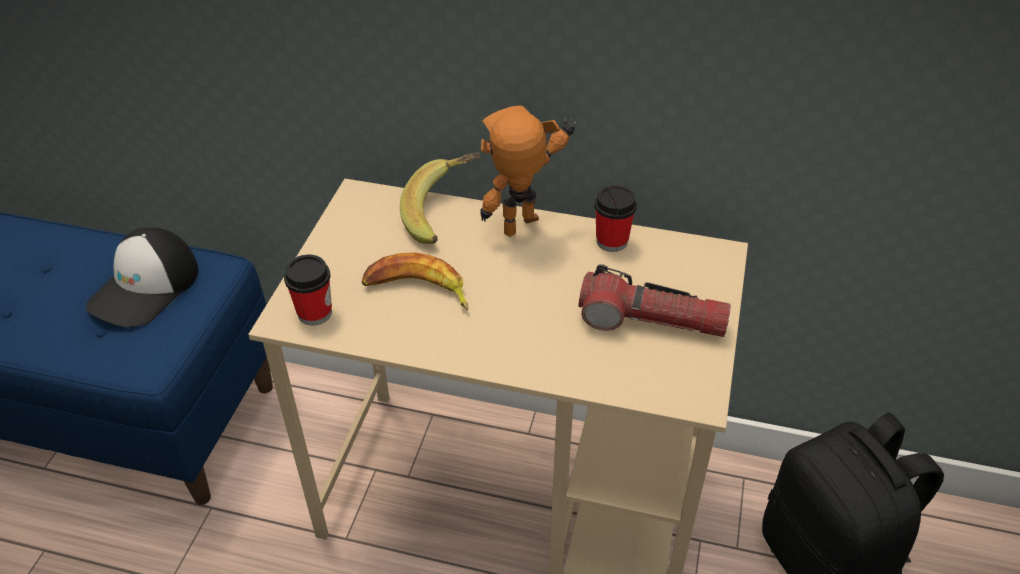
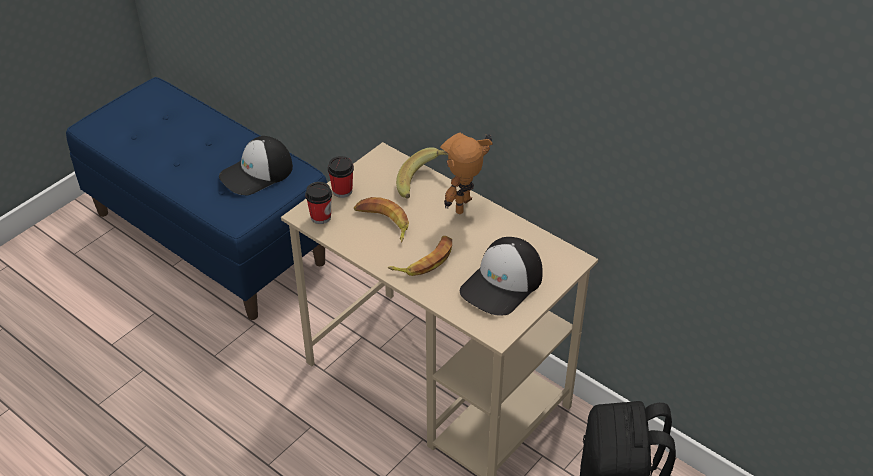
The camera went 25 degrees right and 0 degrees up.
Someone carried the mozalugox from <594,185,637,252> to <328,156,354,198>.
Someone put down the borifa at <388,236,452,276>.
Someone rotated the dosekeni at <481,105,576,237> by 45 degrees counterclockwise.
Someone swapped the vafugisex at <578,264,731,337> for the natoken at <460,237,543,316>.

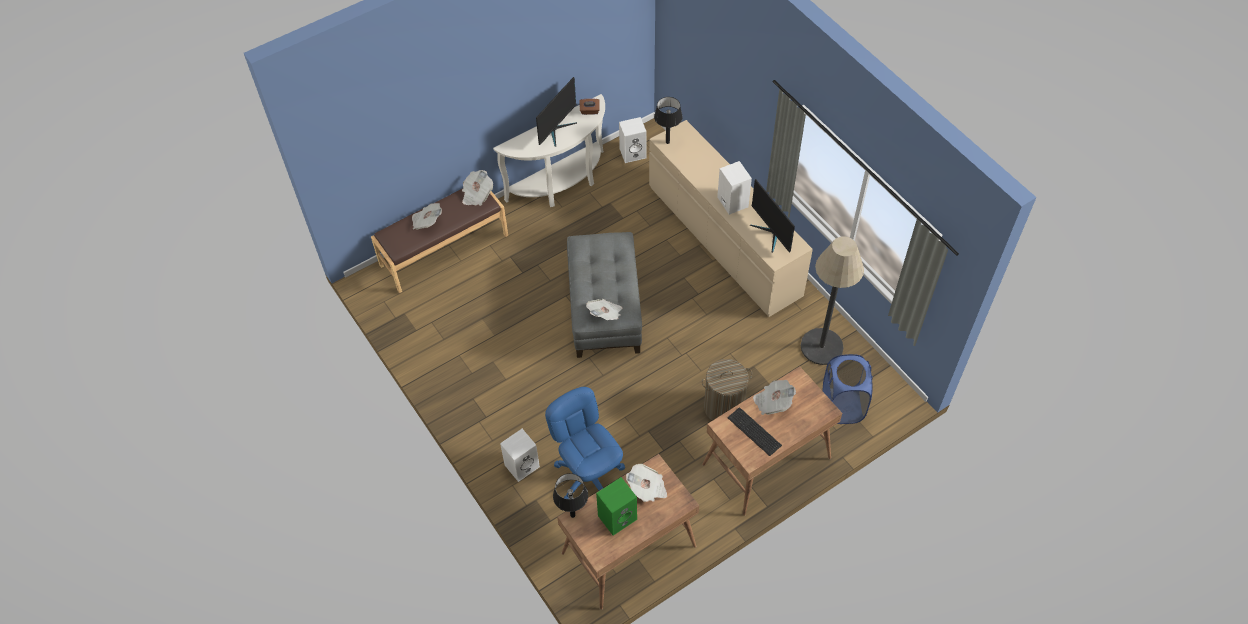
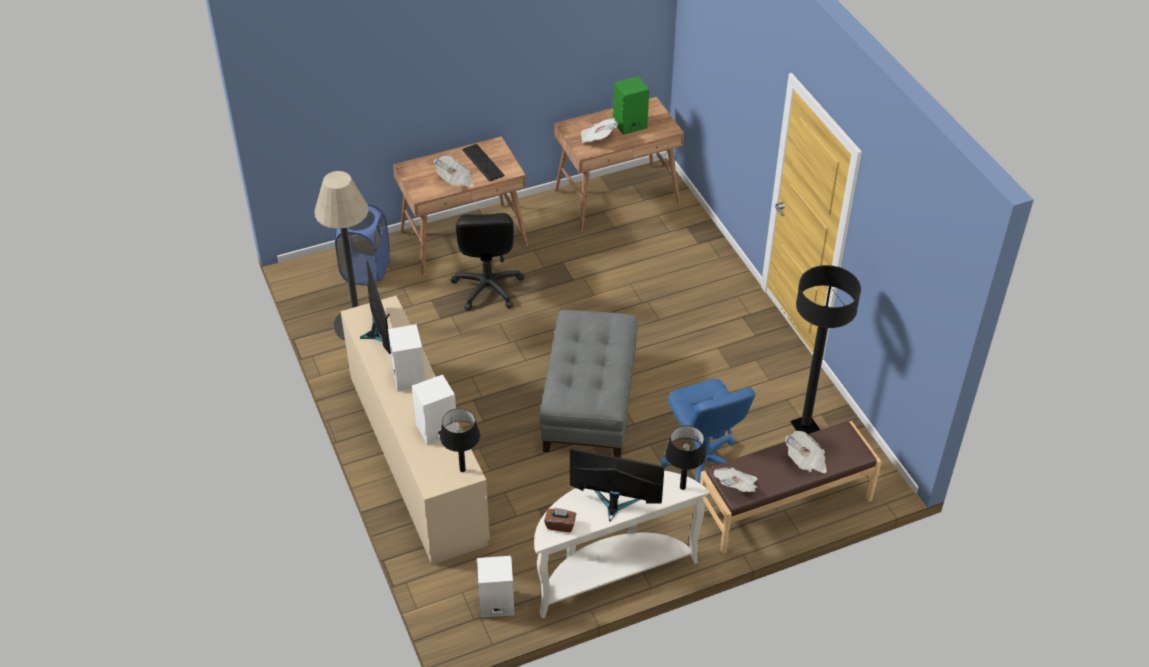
The camera went 170 degrees left and 10 degrees down.
Someone carried the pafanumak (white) from <500,429,540,482> to <412,375,457,445>.
Someone swapped the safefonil at <702,359,752,421> for the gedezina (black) at <451,213,525,310>.
Someone rotated the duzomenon at <536,77,577,147> by 60 degrees clockwise.
Someone carried the gedezina (blue) from <545,387,625,499> to <660,379,755,483>.
Someone carried the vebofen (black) from <553,473,588,518> to <665,425,706,490>.
Someone put down the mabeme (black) at <791,265,861,434>.
Someone took away the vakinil at <586,299,623,320>.

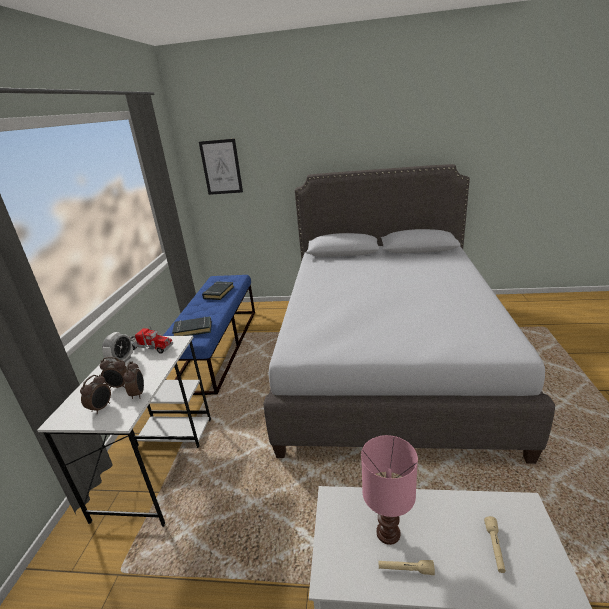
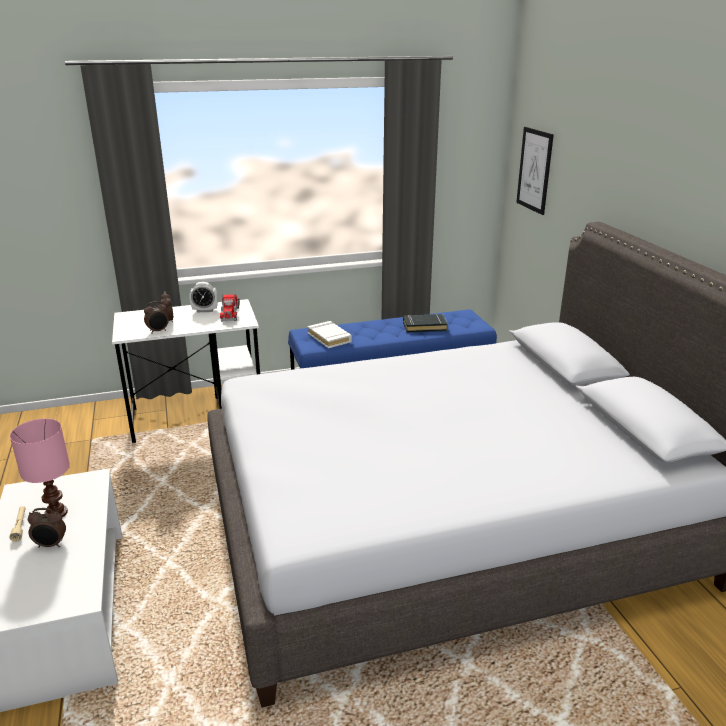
The camera went 65 degrees right and 0 degrees up.
Someone carried the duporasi from <80,374,111,414> to <28,508,66,548>.
Someone repainted the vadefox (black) at <172,316,212,336>, which became the vadefox (white) at <307,321,352,348>.
Someone took away the vafugisex (beige) at <484,516,506,573>.

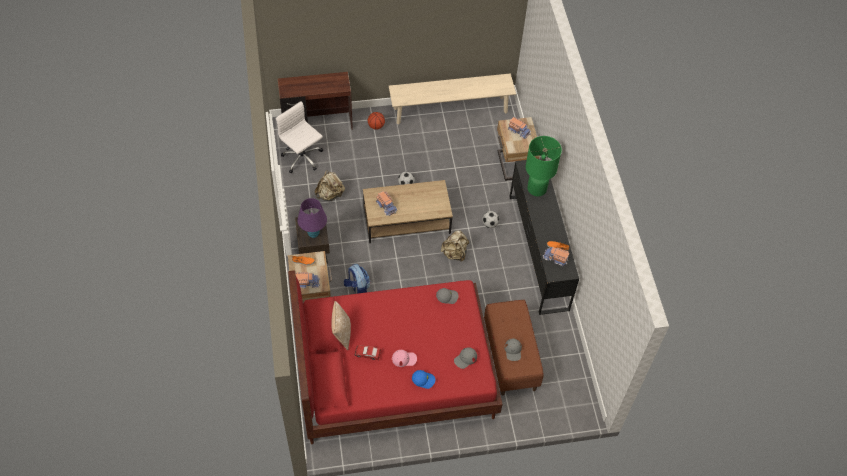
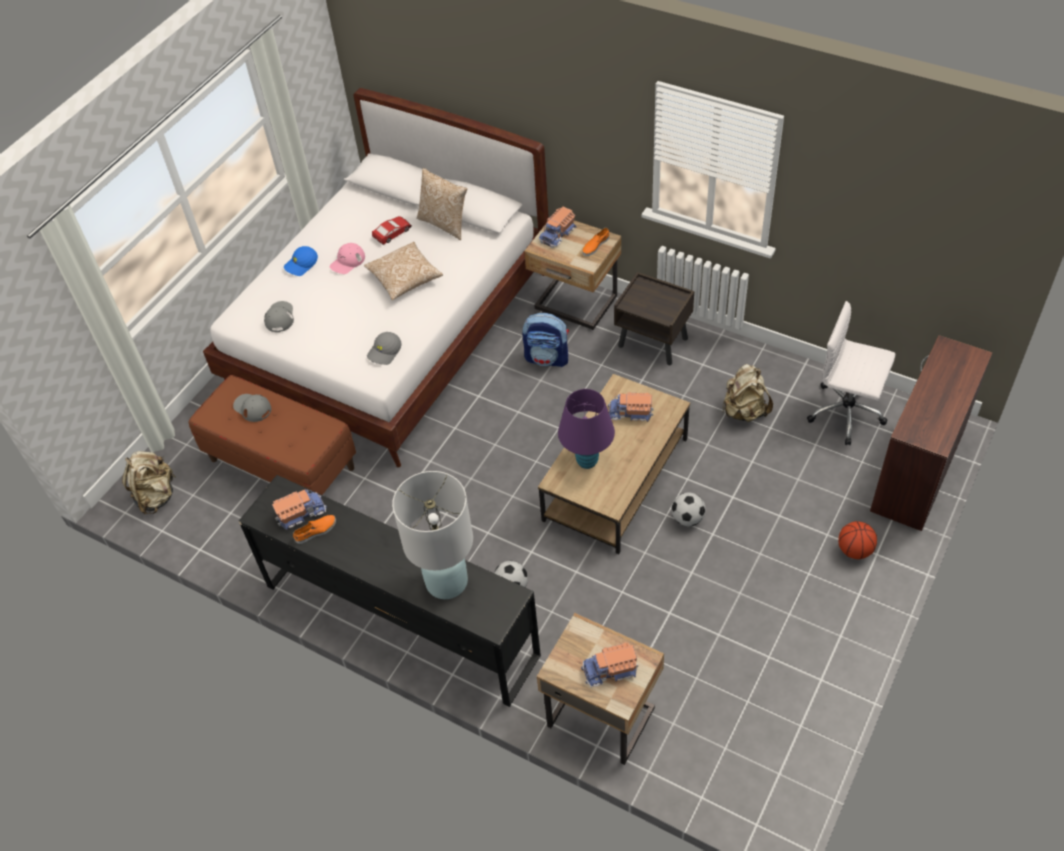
The camera went 135 degrees right and 5 degrees down.
Someone carried the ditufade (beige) from <441,230,469,262> to <122,451,176,515>.
Someone repainted the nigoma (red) at <288,270,503,444>, which became the nigoma (white) at <203,88,549,467>.
Someone put down the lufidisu at <364,242,443,300>.
Someone repainted the vebofen (green) at <526,136,562,196>, which became the vebofen (white) at <392,471,473,599>.
Someone carried the vebofen (purple) from <297,198,327,238> to <558,389,615,469>.
Someone rotated the gedezina (white) at <276,101,323,173> by 150 degrees counterclockwise.
Someone took away the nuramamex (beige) at <389,73,516,125>.

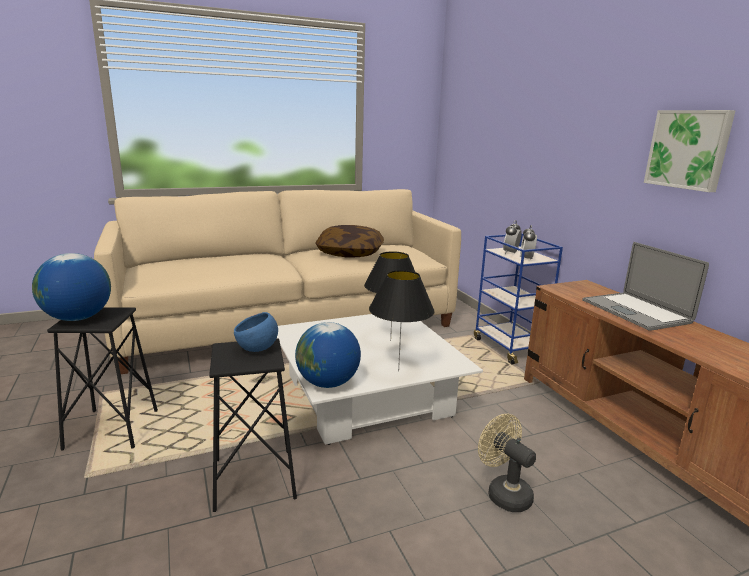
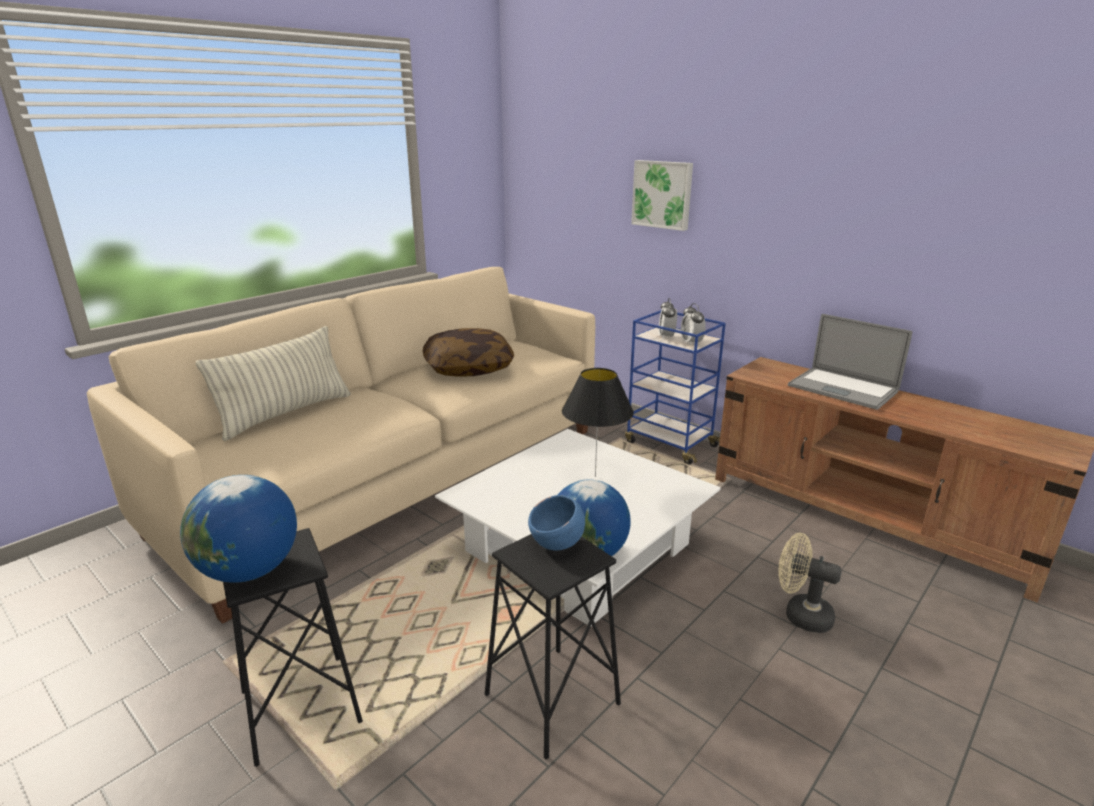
The camera went 25 degrees left and 5 degrees up.
Someone put down the lufidisu at <196,326,351,441>.
Someone carried the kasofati from <644,110,736,192> to <631,160,693,231>.
Someone took away the vebofen (black) at <369,270,435,371>.

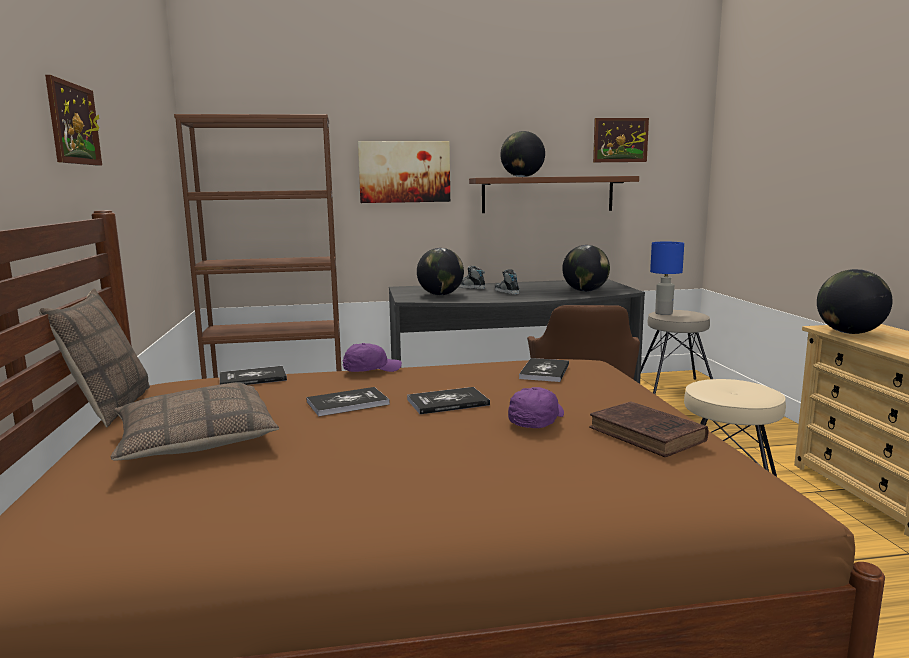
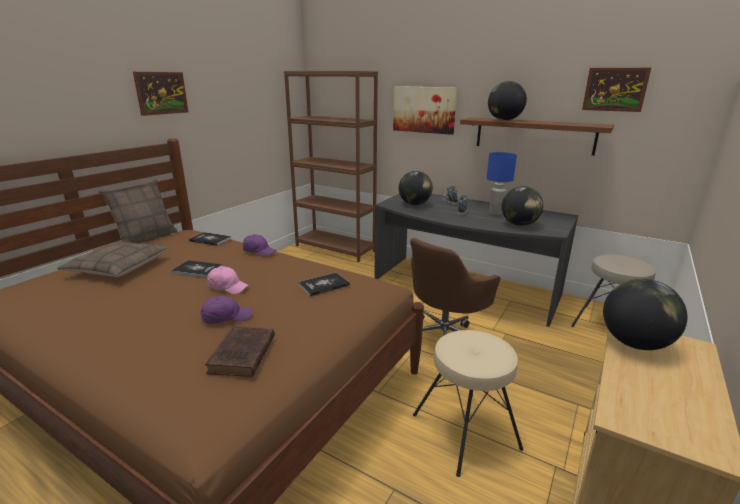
The camera went 40 degrees right and 10 degrees up.
Someone swapped the vadefox at <407,387,490,414> for the natoken (pink) at <207,266,249,294>.
Someone carried the vebofen (blue) from <650,242,684,315> to <487,152,517,215>.

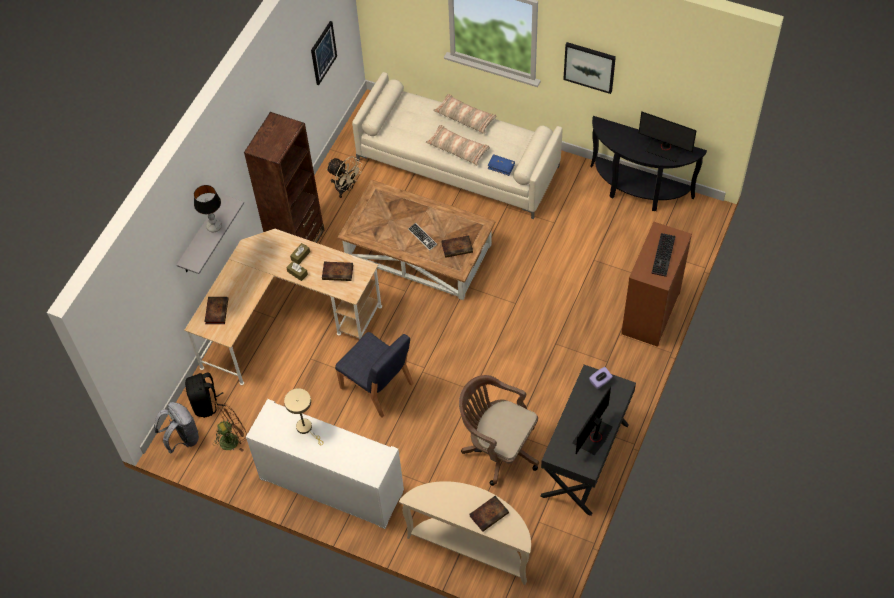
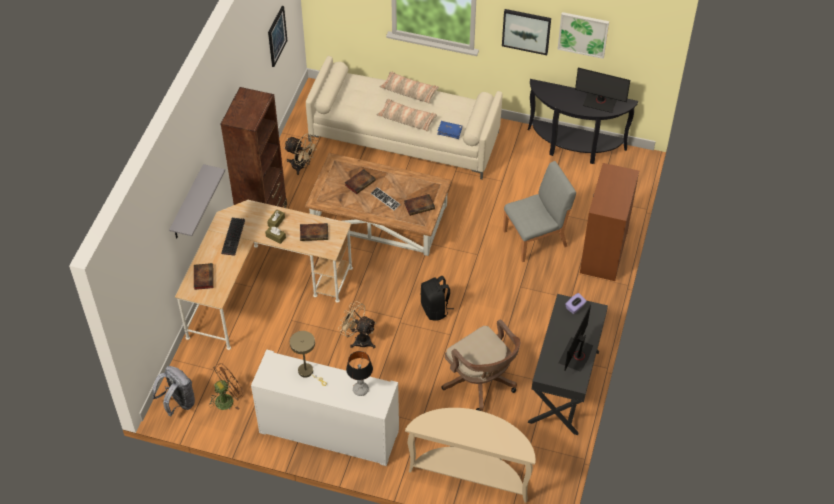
The camera went 10 degrees left and 5 degrees down.
Someone carried the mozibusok from <651,233,676,277> to <221,217,245,256>.
Someone swapped the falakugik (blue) at <335,332,414,418> for the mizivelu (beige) at <338,301,376,348>.
Someone carried the vadefox from <470,496,509,531> to <345,169,376,194>.
Someone carried the vebofen from <194,185,222,232> to <346,351,373,396>.
Someone carried the ditufade (black) from <185,372,226,418> to <420,276,454,321>.
Someone rotated the gedezina (brown) at <459,375,539,486> by 150 degrees counterclockwise.
Someone put down the falakugik (grey) at <503,161,576,262>.
Someone put up the kasofati at <557,12,609,59>.

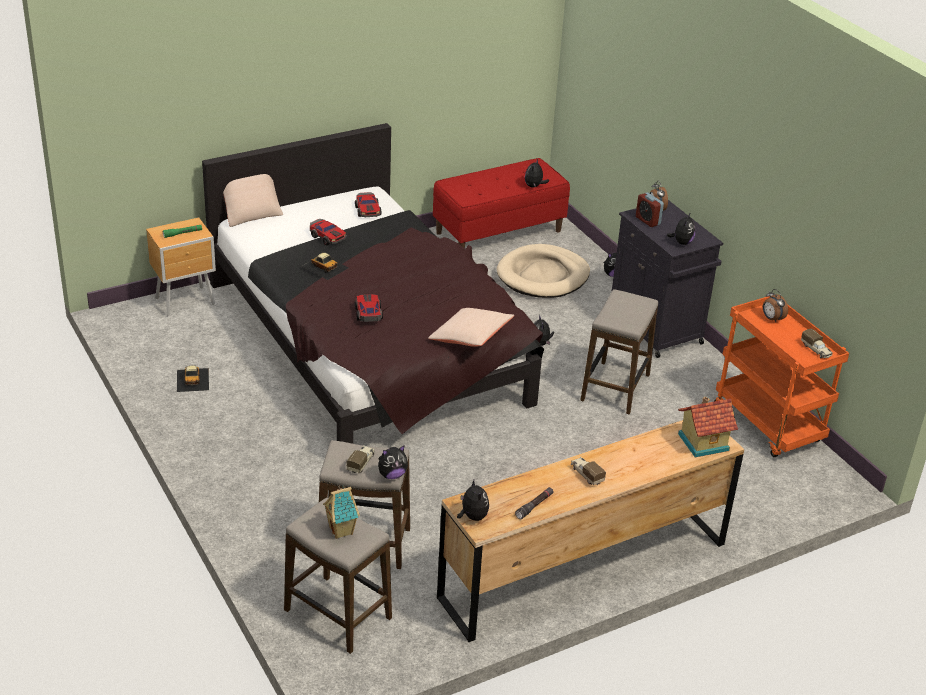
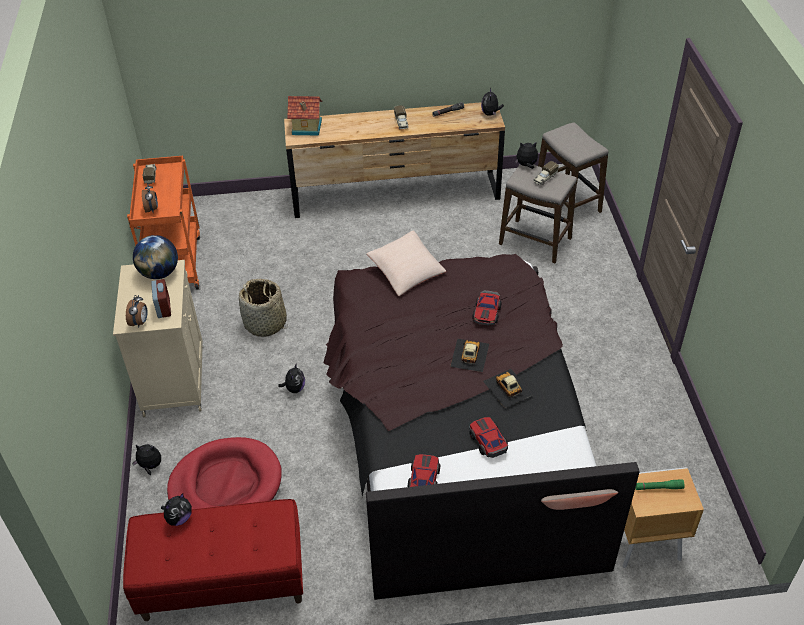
The camera went 155 degrees left and 10 degrees up.
Someone repainted the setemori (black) at <612,200,723,358>, which became the setemori (beige) at <113,260,203,417>.
Someone swapped the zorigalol at <667,212,696,245> for the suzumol at <133,235,178,279>.
Someone repainted the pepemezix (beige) at <497,244,590,298>, which became the pepemezix (red) at <167,437,281,509>.
Someone swapped the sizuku at <580,289,659,414> for the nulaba at <239,279,288,337>.
Someone carried the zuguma from <177,366,209,392> to <450,339,489,372>.
Someone took away the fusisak at <323,484,360,539>.

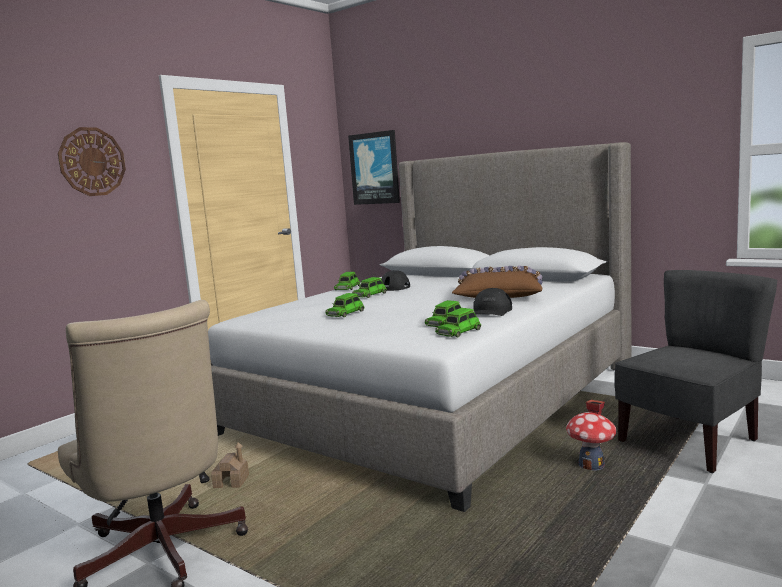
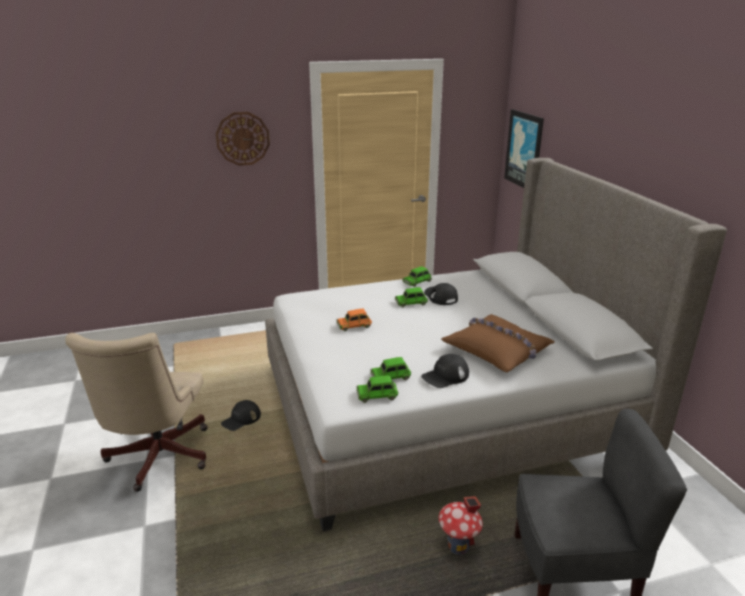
The camera went 35 degrees right and 15 degrees up.
Someone swapped the fusisak at <211,442,249,488> for the natoken (black) at <221,400,261,431>.
Someone repainted the zuguma (green) at <326,293,364,317>, which became the zuguma (orange) at <337,309,372,331>.

